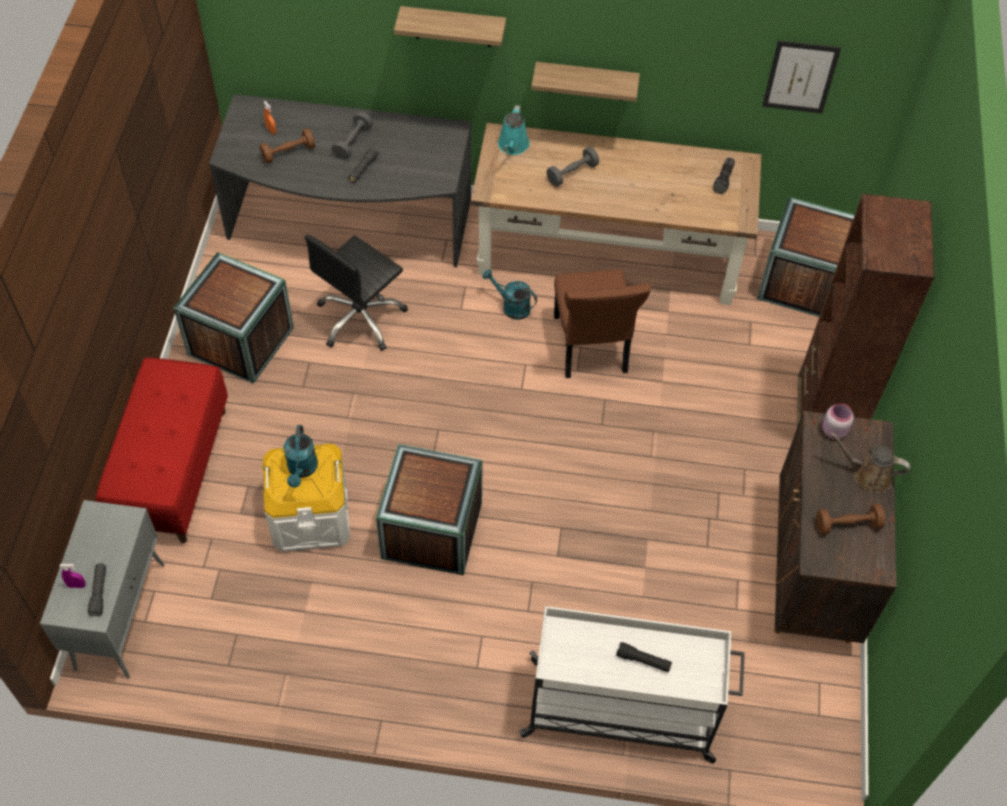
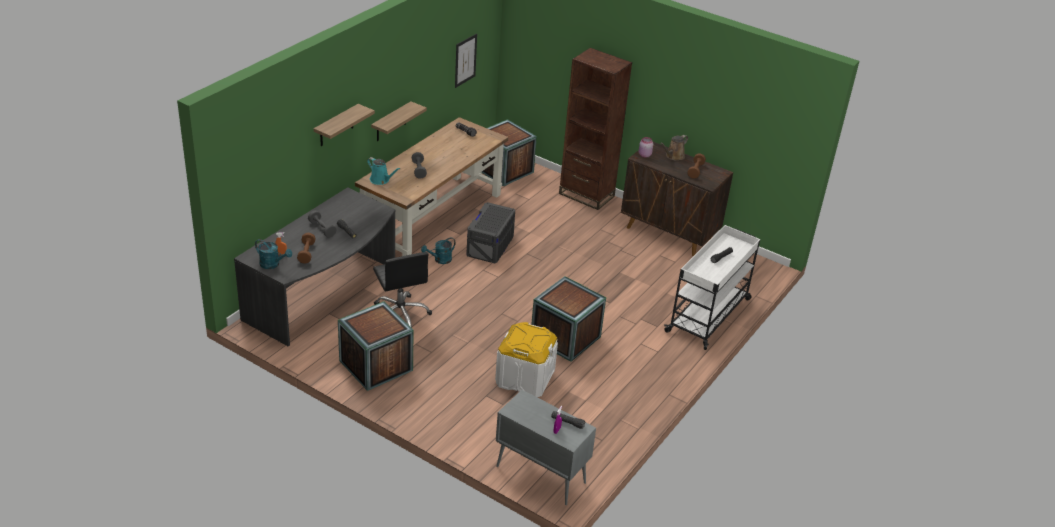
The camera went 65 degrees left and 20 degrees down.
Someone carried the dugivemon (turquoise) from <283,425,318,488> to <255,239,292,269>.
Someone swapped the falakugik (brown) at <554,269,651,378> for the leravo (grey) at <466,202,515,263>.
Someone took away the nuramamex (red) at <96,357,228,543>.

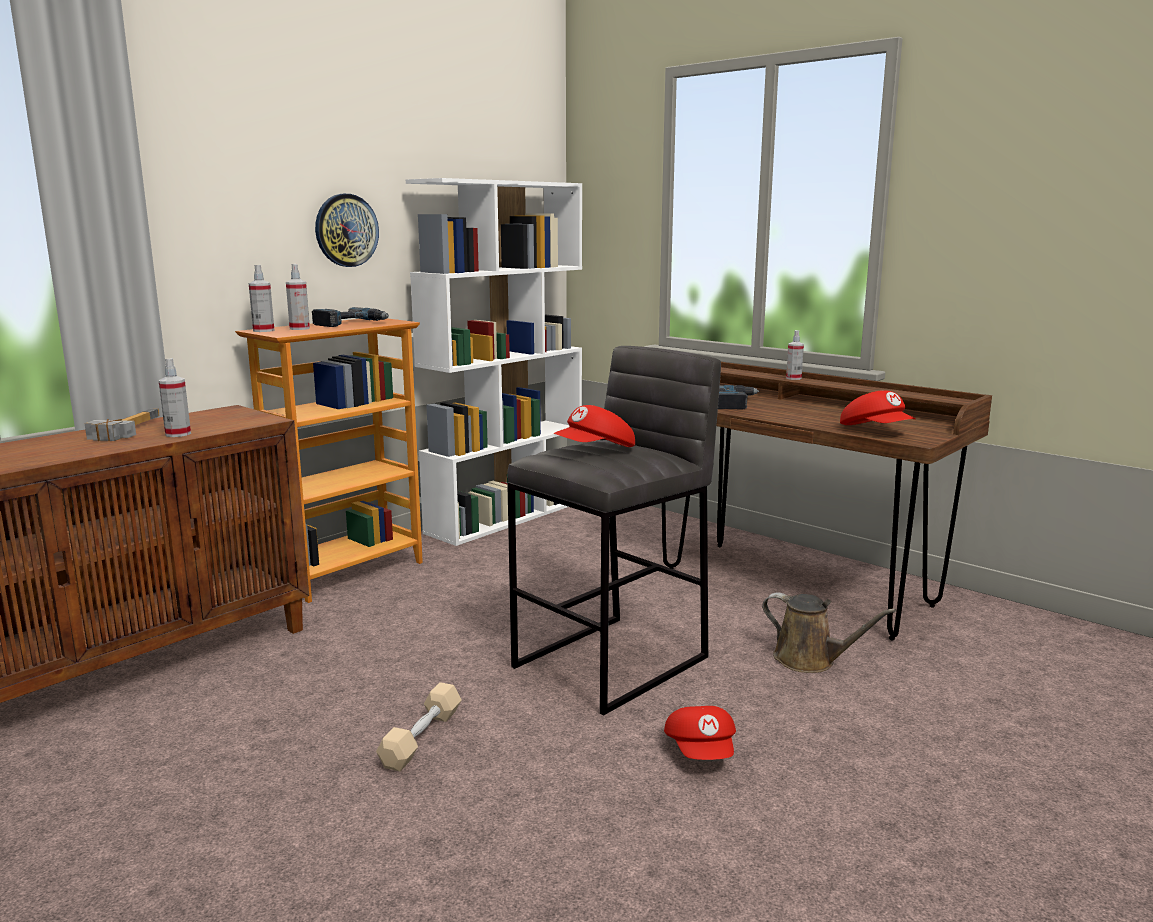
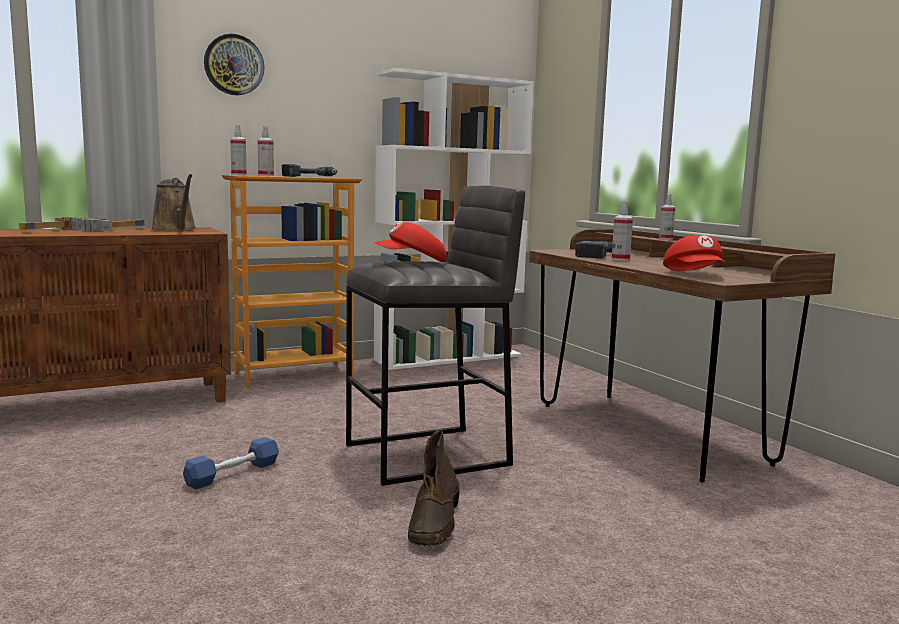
The camera went 20 degrees right and 5 degrees down.
Someone put down the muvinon at <19,217,88,230>.
Someone carried the dugivemon (brown) from <762,593,896,673> to <151,174,196,231>.
Someone repainted the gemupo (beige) at <376,682,462,771>, which became the gemupo (blue) at <183,437,279,489>.
Someone carried the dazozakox from <315,194,379,267> to <204,34,264,95>.
Someone swapped the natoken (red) at <664,706,736,760> for the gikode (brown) at <408,430,460,546>.
Someone carried the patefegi from <158,358,191,437> to <612,201,633,261>.

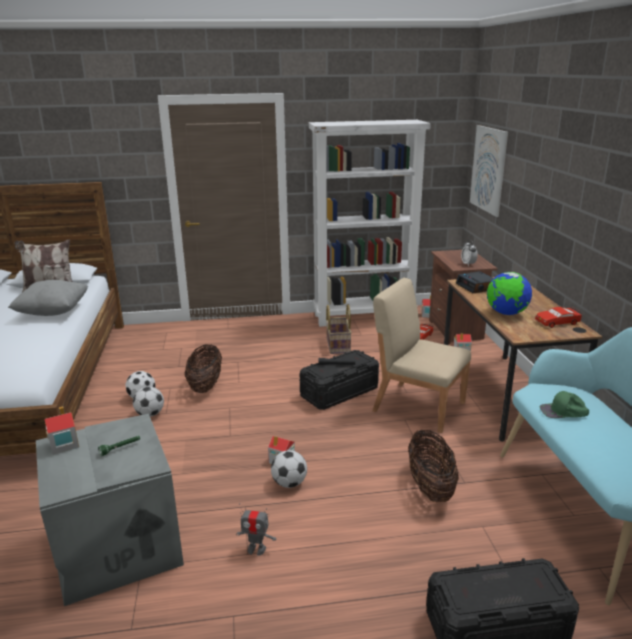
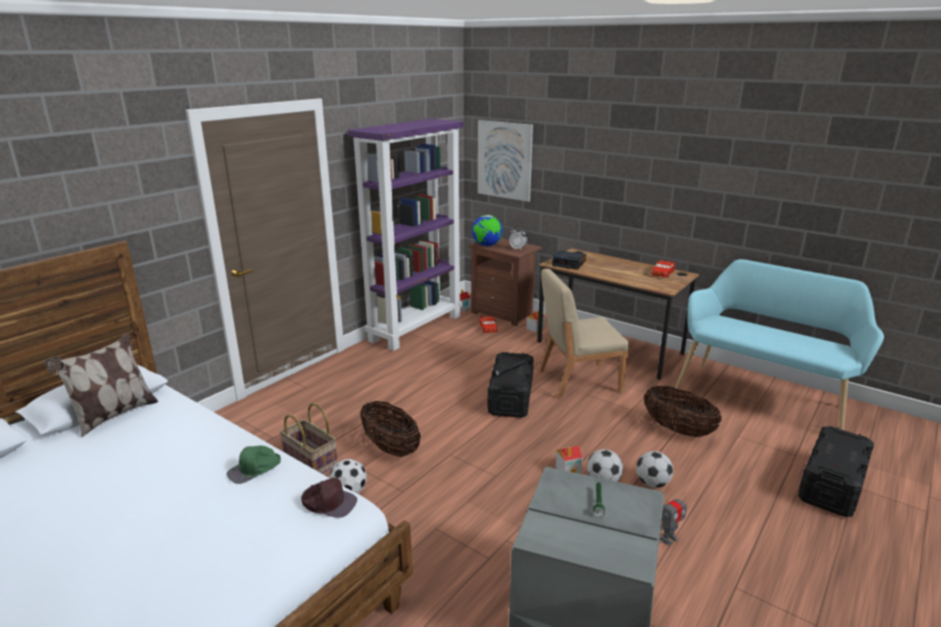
The camera went 45 degrees left and 0 degrees up.
Someone carried the natoken (green) from <540,391,589,418> to <227,446,281,484>.
Someone carried the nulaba from <326,304,352,354> to <279,403,338,474>.
Someone put down the natoken (brown) at <301,478,357,518>.
Someone repainted the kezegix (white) at <309,120,431,327>, which became the kezegix (purple) at <348,119,463,351>.
Someone carried the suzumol from <487,272,532,315> to <472,215,503,246>.
Someone carried the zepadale from <133,387,164,417> to <636,451,673,488>.
Someone took away the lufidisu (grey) at <8,280,88,316>.
Someone took away the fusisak at <44,407,79,455>.

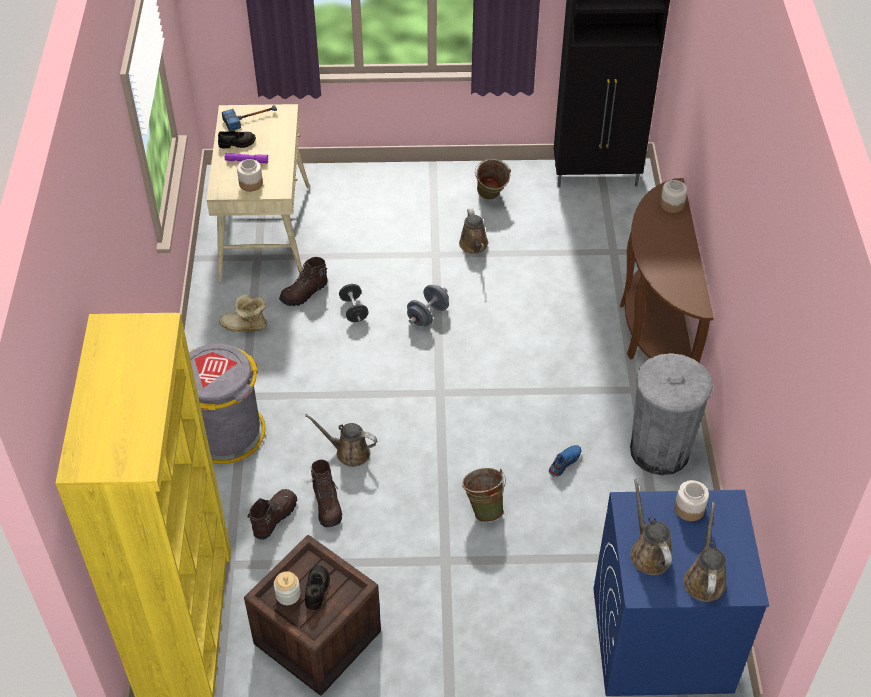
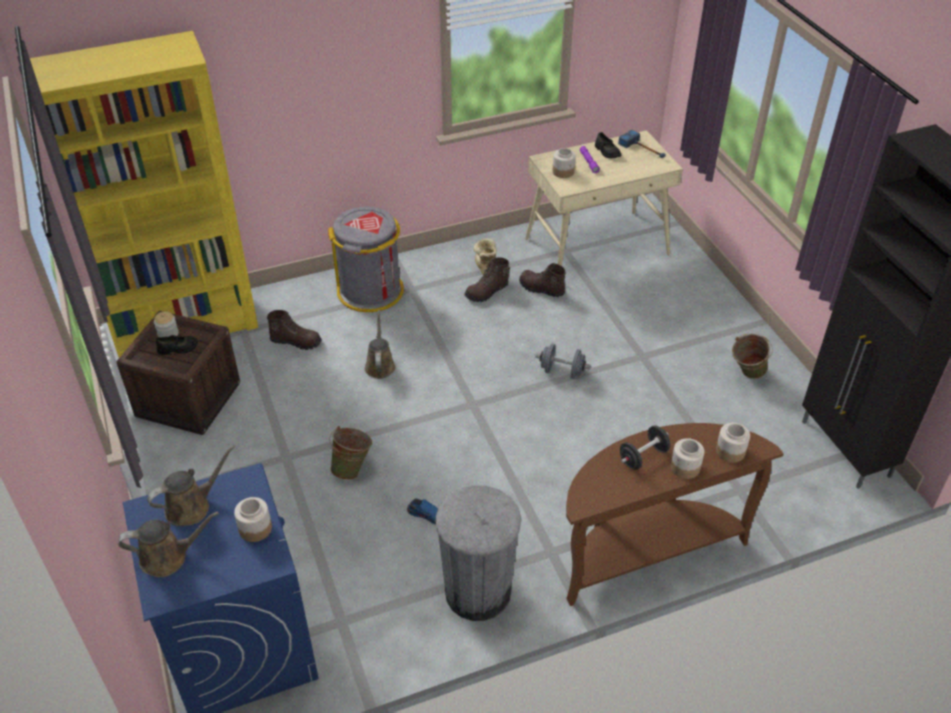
The camera went 70 degrees right and 5 degrees down.
Someone carried the gikode (brown) from <311,460,342,527> to <464,257,510,302>.
Someone carried the gemupo (black) from <339,284,368,322> to <620,425,670,470>.
Someone put down the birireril at <671,438,704,479>.
Someone took away the dugivemon (brown) at <459,208,488,254>.

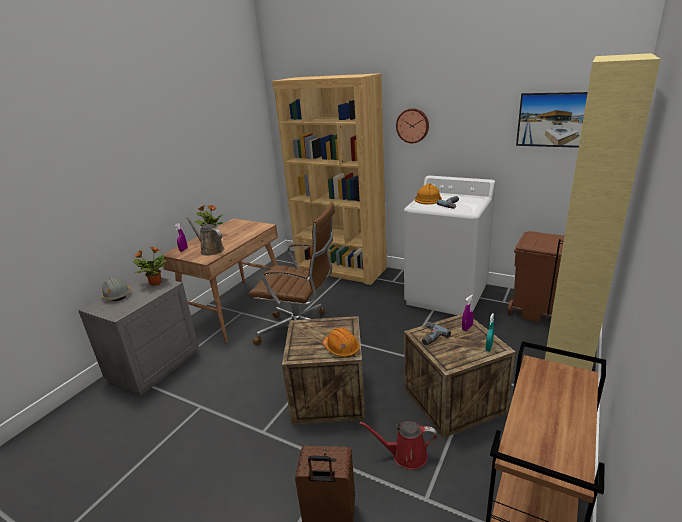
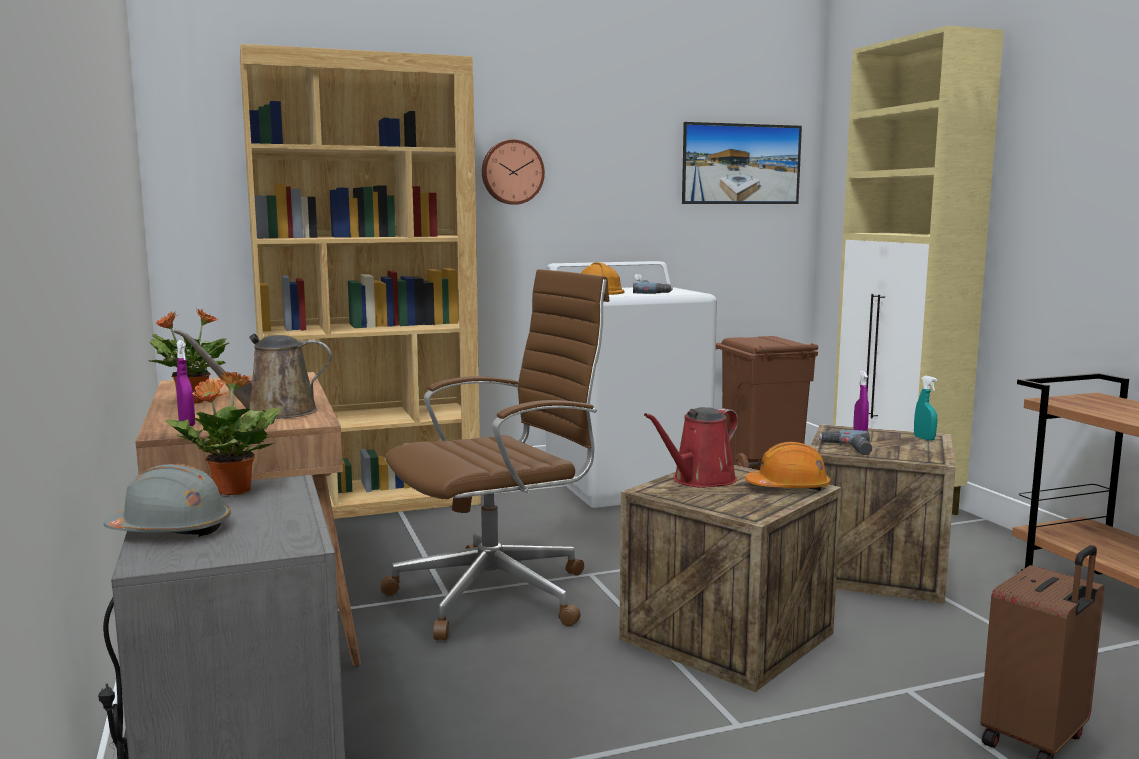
The camera went 50 degrees left and 15 degrees down.
Someone carried the dugivemon (red) from <360,421,437,469> to <644,407,738,488>.

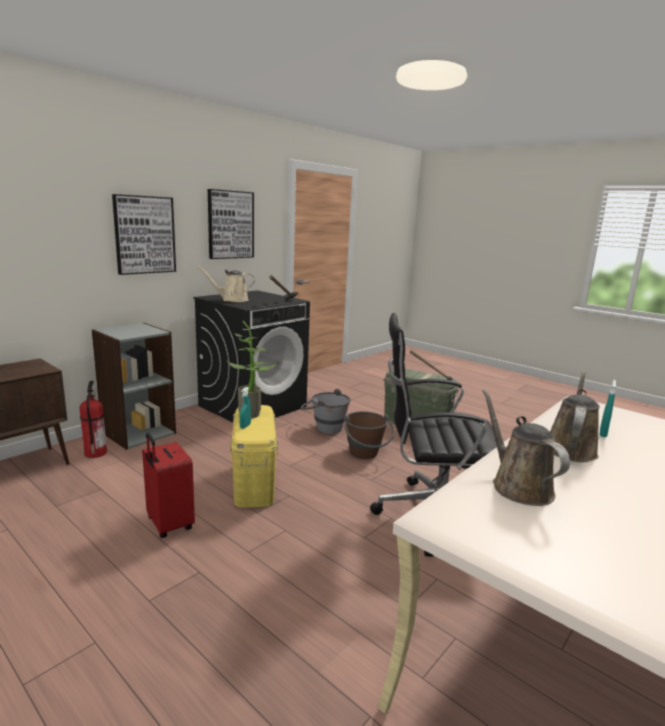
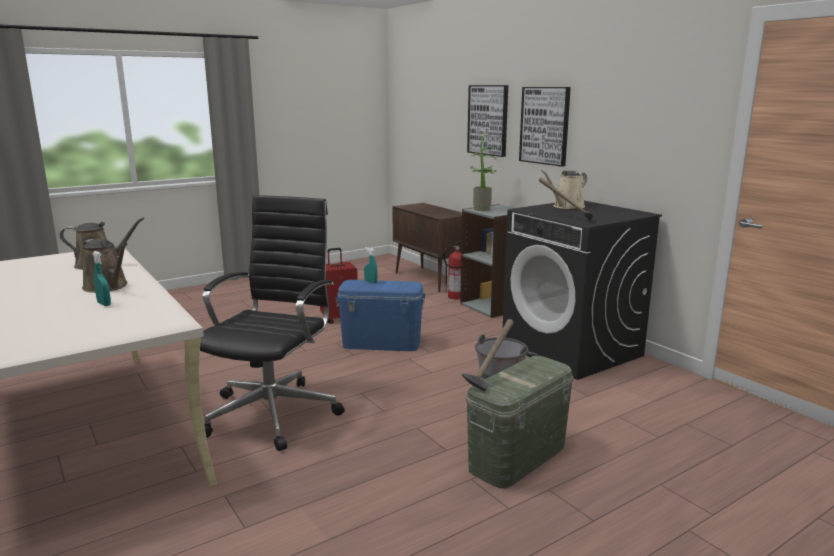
The camera went 105 degrees right and 0 degrees up.
Someone repainted the leravo (yellow) at <230,405,278,508>, which became the leravo (blue) at <335,280,425,351>.
Someone carried the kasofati from <208,189,254,259> to <467,85,508,157>.
Someone carried the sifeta from <227,321,279,418> to <470,132,500,211>.
Someone rotated the dugivemon (beige) at <197,266,255,302> by 135 degrees counterclockwise.
Someone took away the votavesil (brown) at <344,411,394,459>.

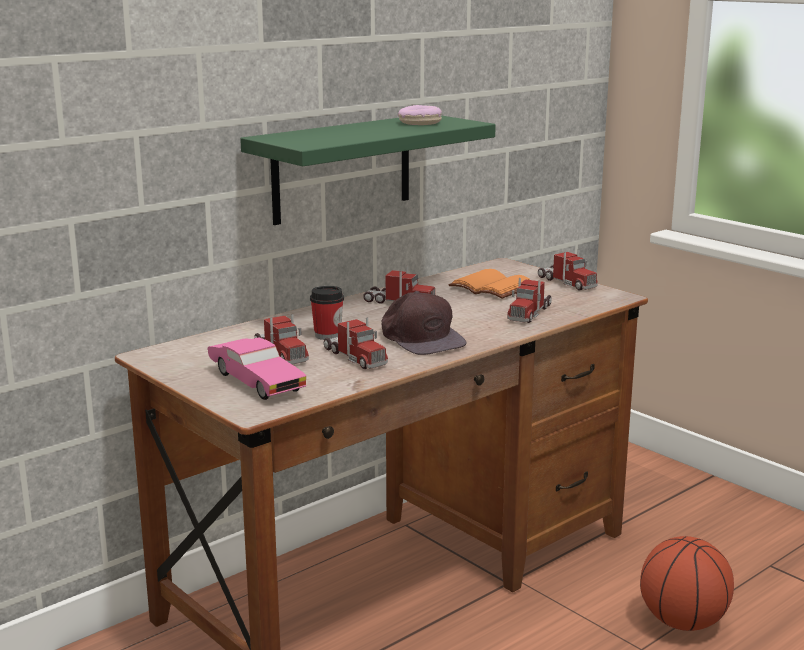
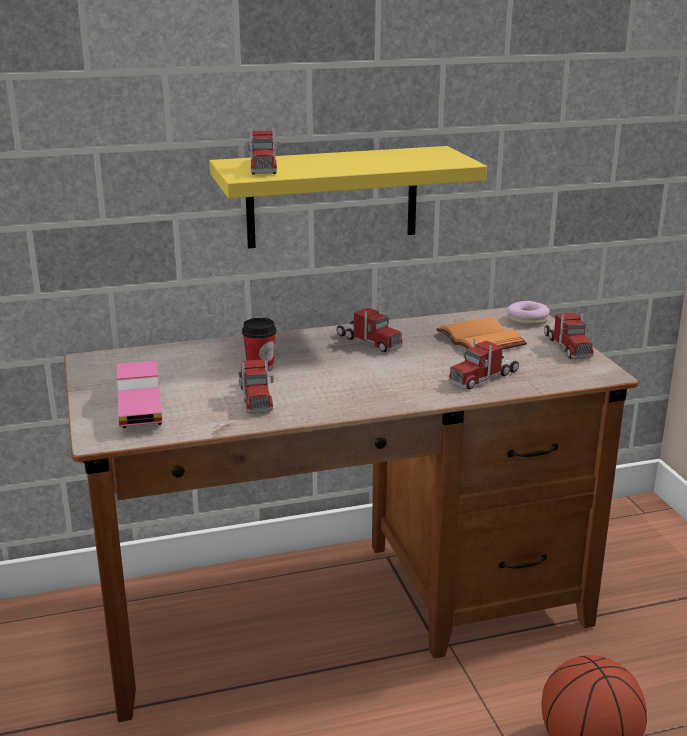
The camera went 25 degrees right and 5 degrees up.
Someone repainted the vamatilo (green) at <240,115,496,225>, which became the vamatilo (yellow) at <209,146,487,248>.
Someone carried the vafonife from <254,314,309,365> to <246,127,280,175>.
Someone carried the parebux from <398,105,442,125> to <507,301,550,326>.
Someone took away the natoken (brown) at <381,291,467,355>.

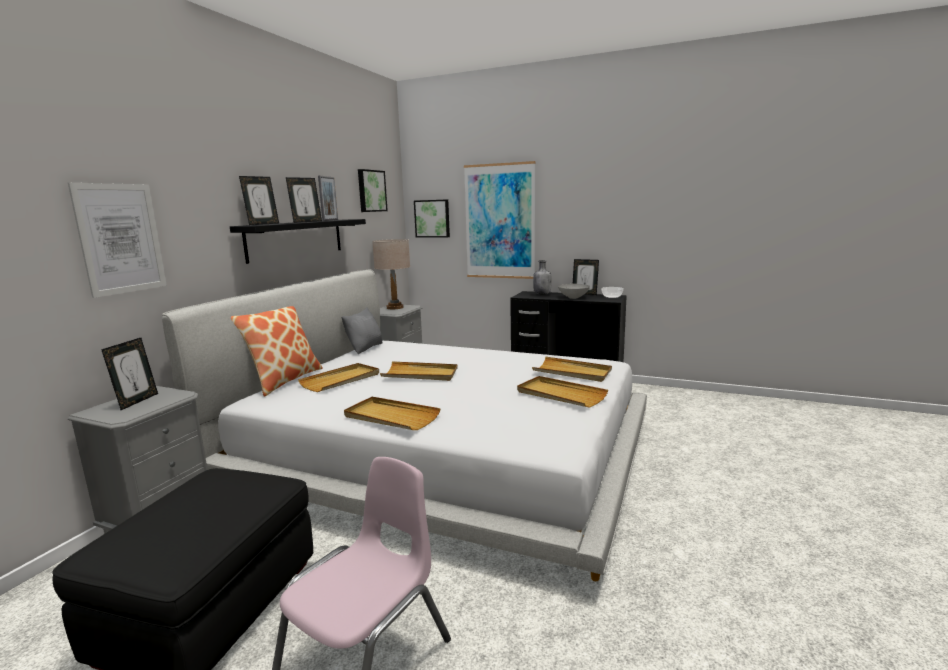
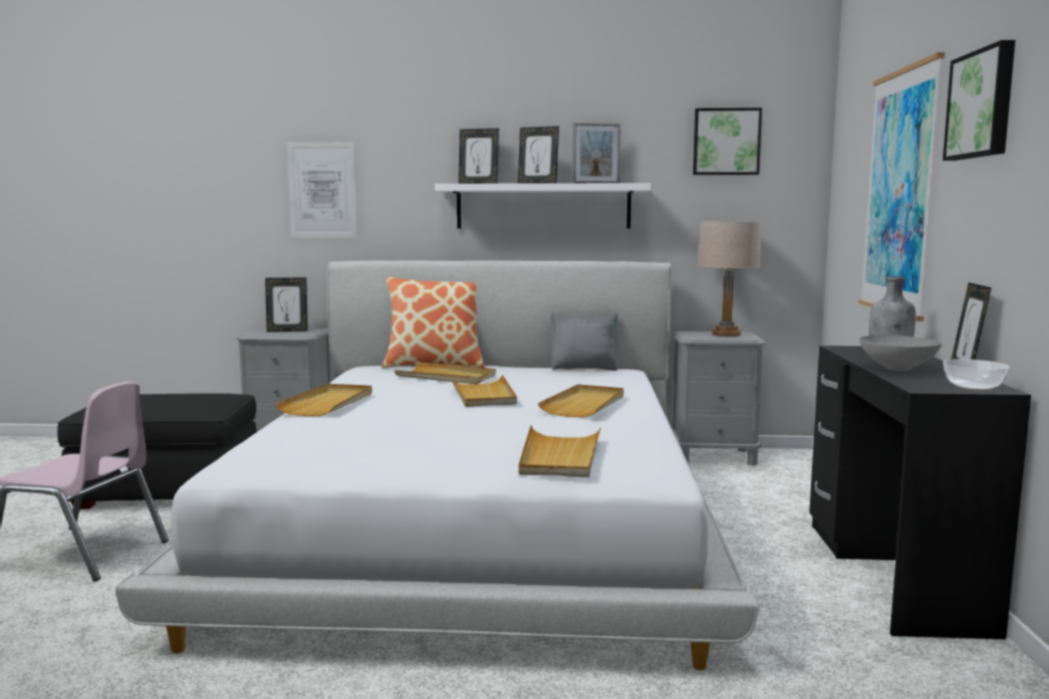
The camera went 70 degrees right and 5 degrees down.
Someone repainted the vamatilo (black) at <230,219,366,264>, which became the vamatilo (white) at <435,183,651,229>.
Someone carried the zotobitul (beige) from <517,376,608,407> to <538,384,624,418>.
Someone carried the kasofati from <414,200,450,238> to <943,40,1015,161>.

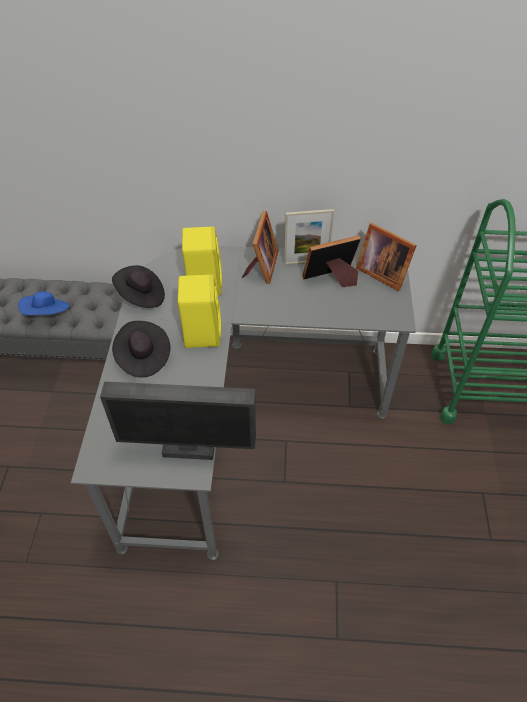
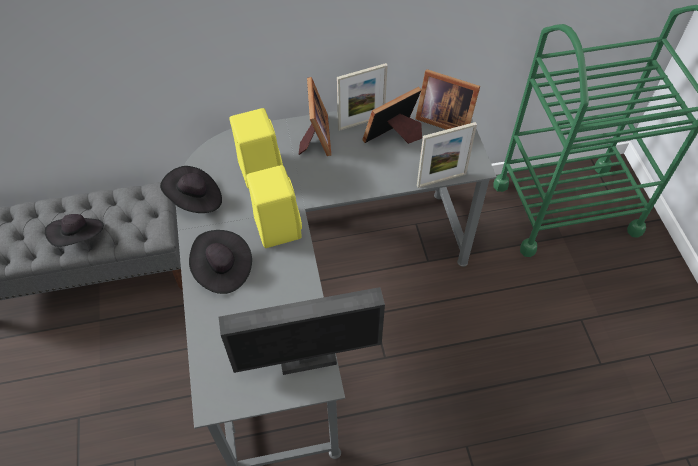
The camera went 15 degrees left and 5 degrees up.
Someone repainted the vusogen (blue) at <18,291,69,315>, which became the vusogen (black) at <45,214,104,247>.
Someone put down the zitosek at <417,122,477,188>.

